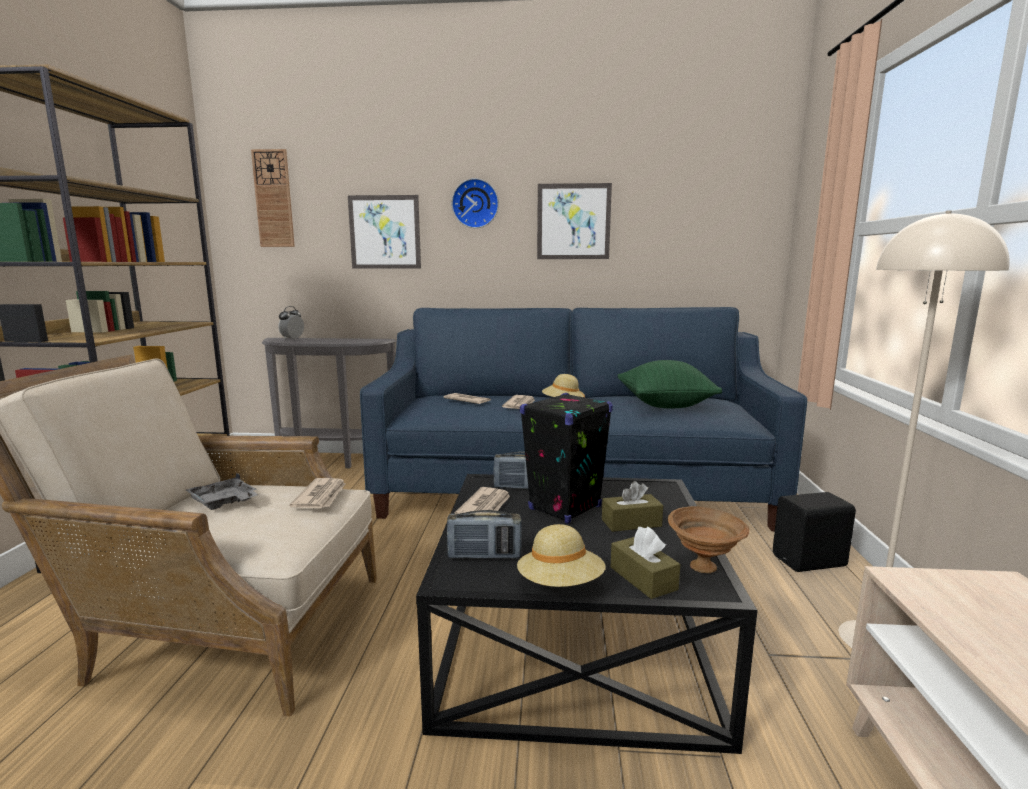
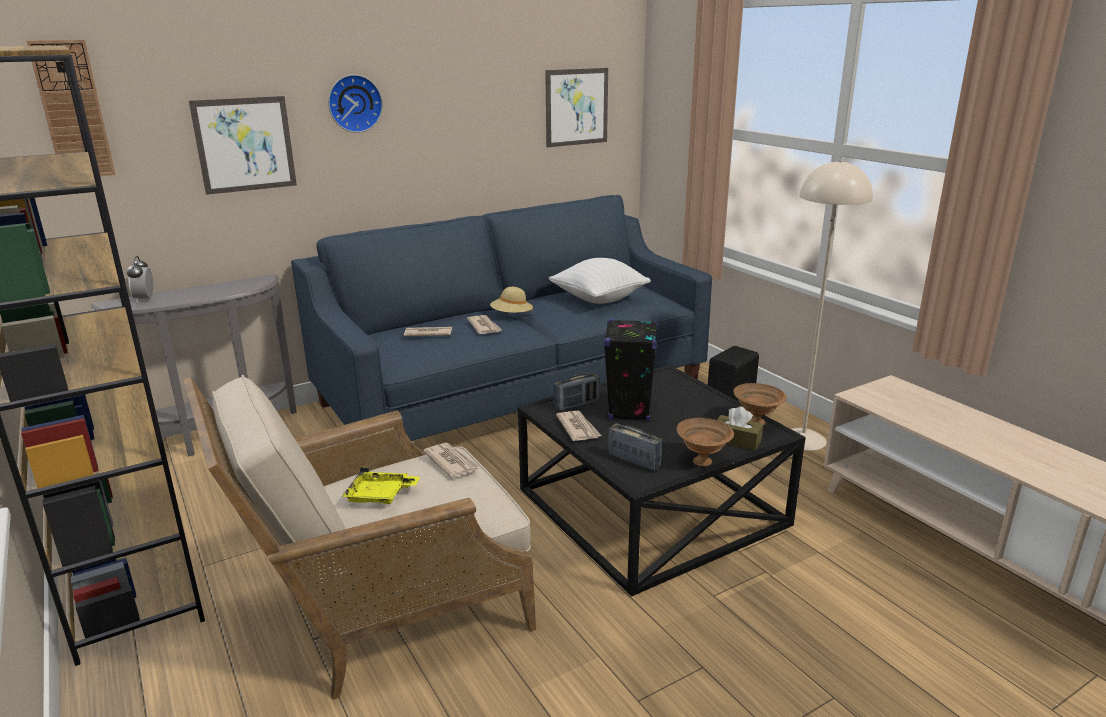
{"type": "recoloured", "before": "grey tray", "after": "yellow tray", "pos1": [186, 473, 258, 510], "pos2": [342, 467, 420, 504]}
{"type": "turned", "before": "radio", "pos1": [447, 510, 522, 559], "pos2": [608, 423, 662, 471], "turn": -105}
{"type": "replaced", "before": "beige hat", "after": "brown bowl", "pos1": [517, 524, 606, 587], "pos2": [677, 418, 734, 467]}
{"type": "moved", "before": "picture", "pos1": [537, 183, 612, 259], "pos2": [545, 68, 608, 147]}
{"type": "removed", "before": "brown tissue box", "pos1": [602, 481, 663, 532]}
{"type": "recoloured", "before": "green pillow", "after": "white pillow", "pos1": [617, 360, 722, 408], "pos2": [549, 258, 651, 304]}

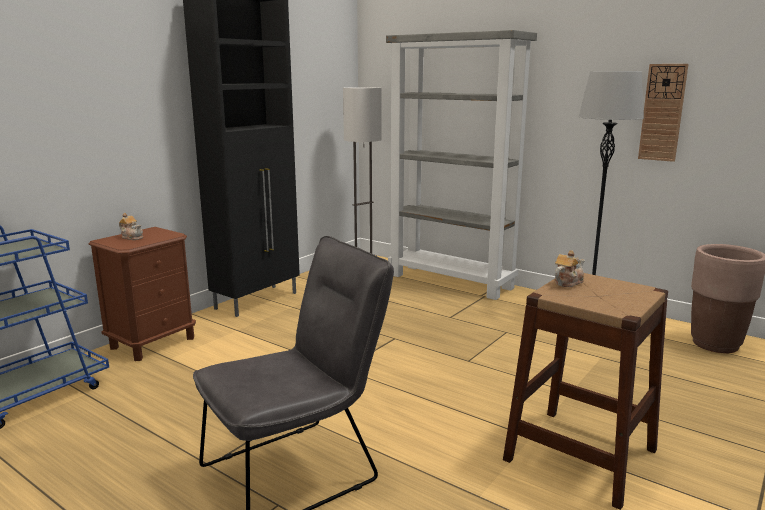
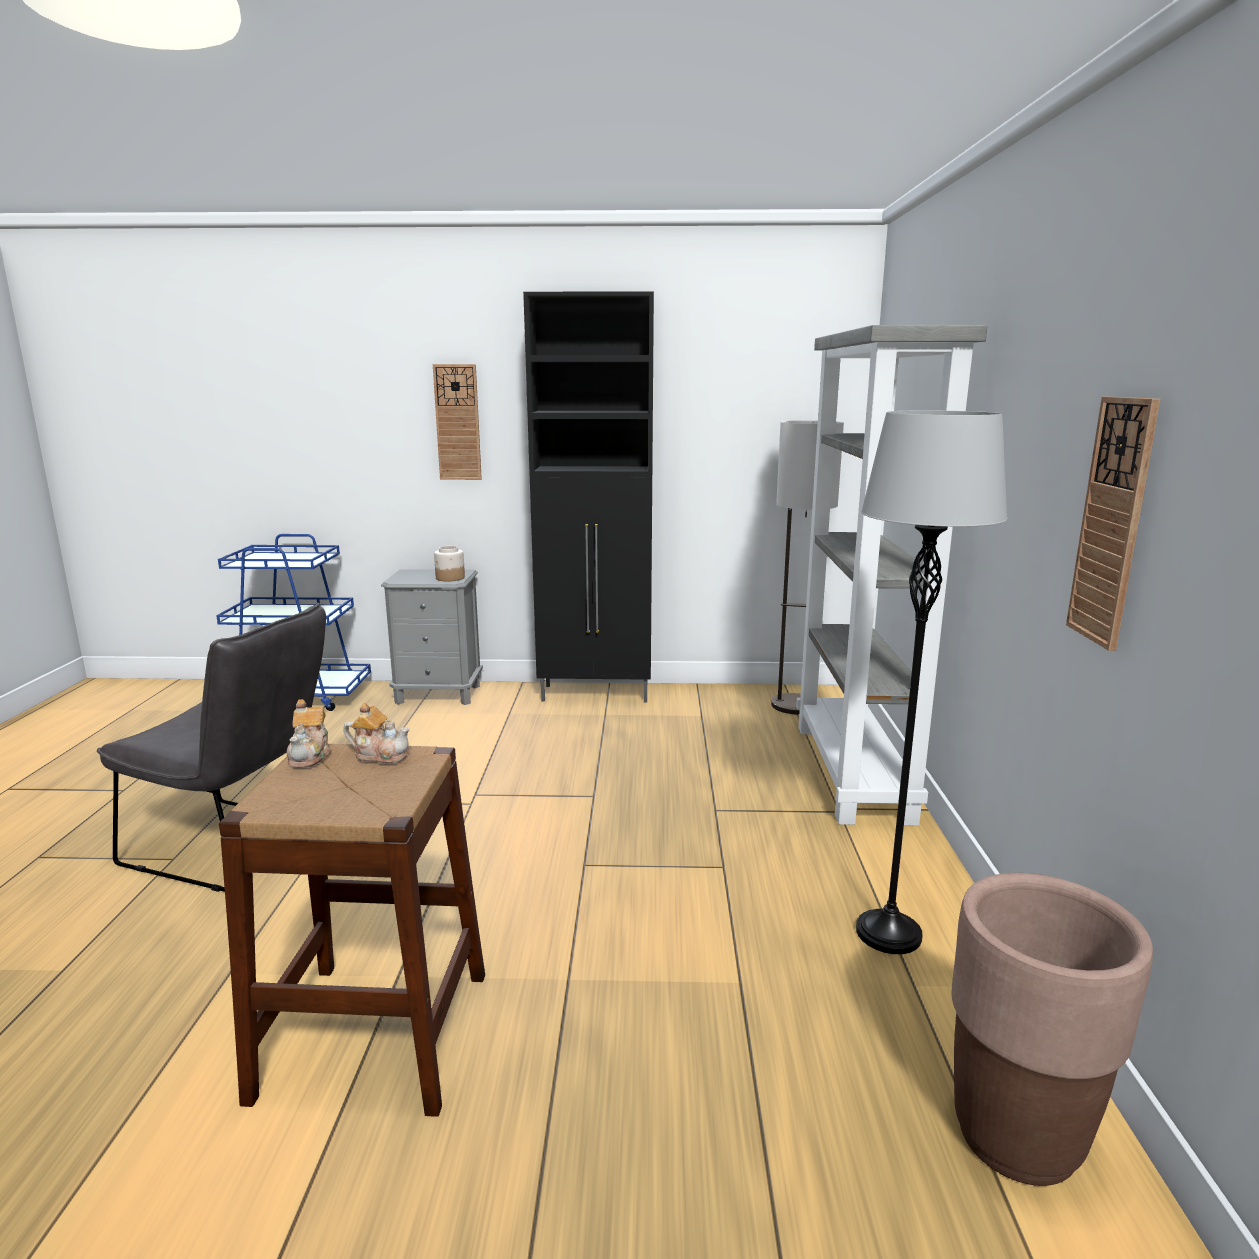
{"type": "recoloured", "before": "brown nightstand", "after": "grey nightstand", "pos1": [89, 227, 196, 361], "pos2": [381, 569, 483, 705]}
{"type": "moved", "before": "teapot", "pos1": [119, 213, 143, 240], "pos2": [286, 699, 332, 768]}
{"type": "added", "after": "wall clock", "pos2": [433, 364, 482, 480]}
{"type": "added", "after": "jar", "pos2": [434, 546, 465, 581]}

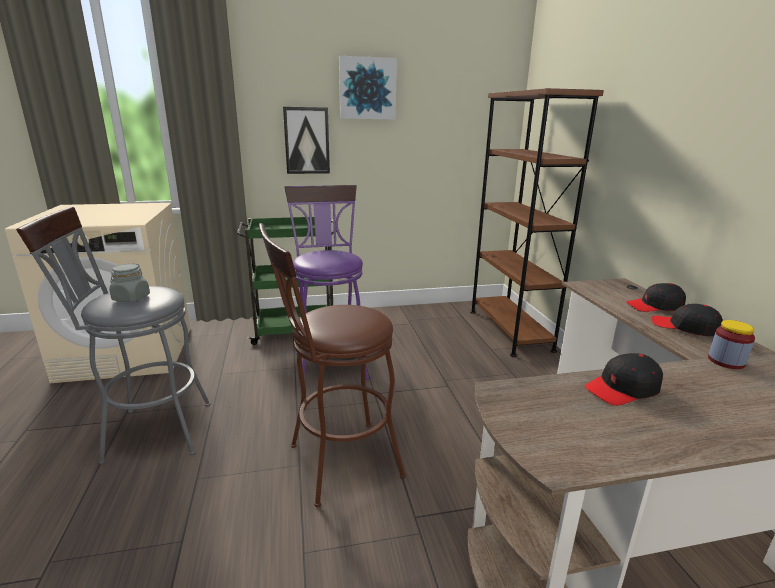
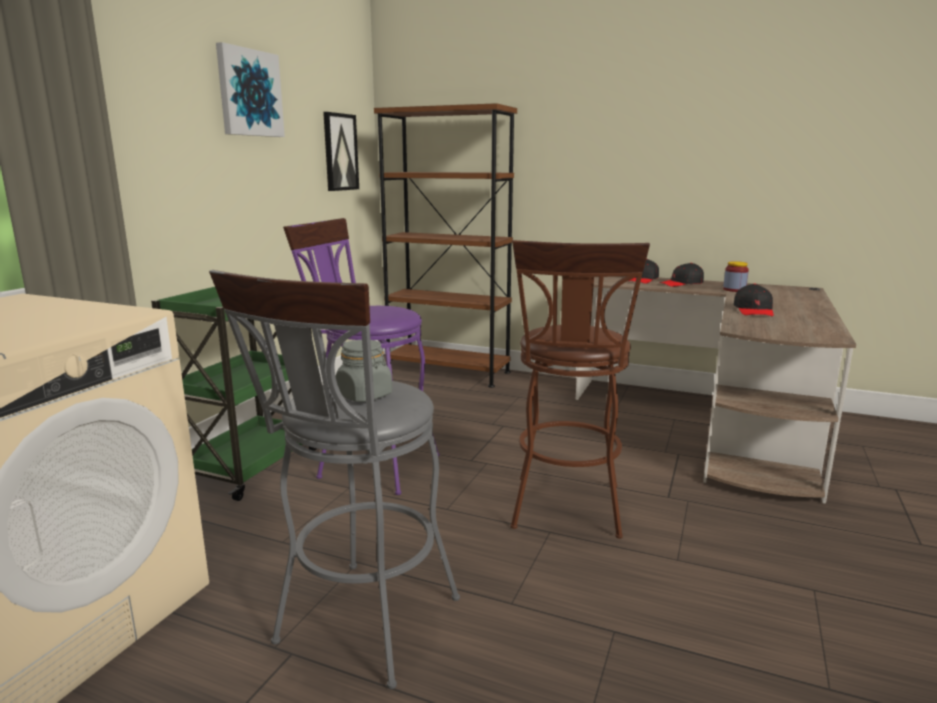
{"type": "moved", "before": "picture", "pos1": [283, 107, 330, 174], "pos2": [323, 112, 359, 191]}

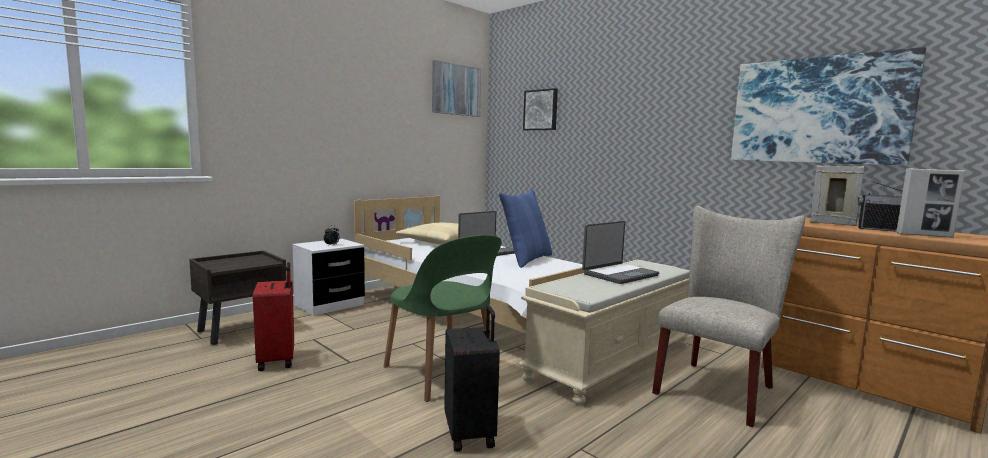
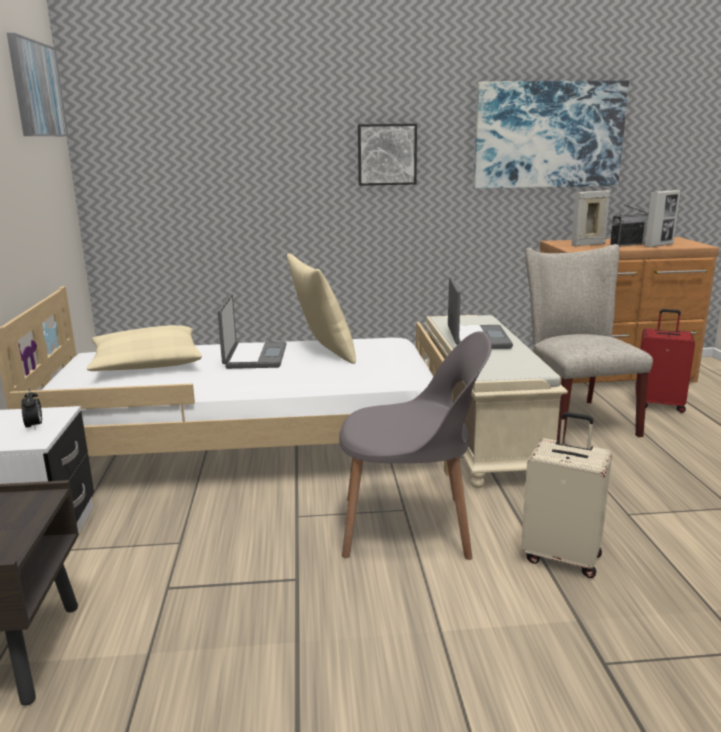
{"type": "moved", "before": "red suitcase", "pos1": [253, 262, 294, 371], "pos2": [635, 309, 695, 413]}
{"type": "recoloured", "before": "green chair", "after": "grey chair", "pos1": [384, 235, 502, 402], "pos2": [339, 331, 492, 560]}
{"type": "recoloured", "before": "black suitcase", "after": "beige suitcase", "pos1": [444, 305, 500, 452], "pos2": [521, 412, 612, 578]}
{"type": "recoloured", "before": "blue pillow", "after": "beige pillow", "pos1": [499, 189, 552, 268], "pos2": [287, 253, 356, 364]}
{"type": "moved", "before": "picture", "pos1": [523, 88, 558, 130], "pos2": [358, 124, 417, 186]}

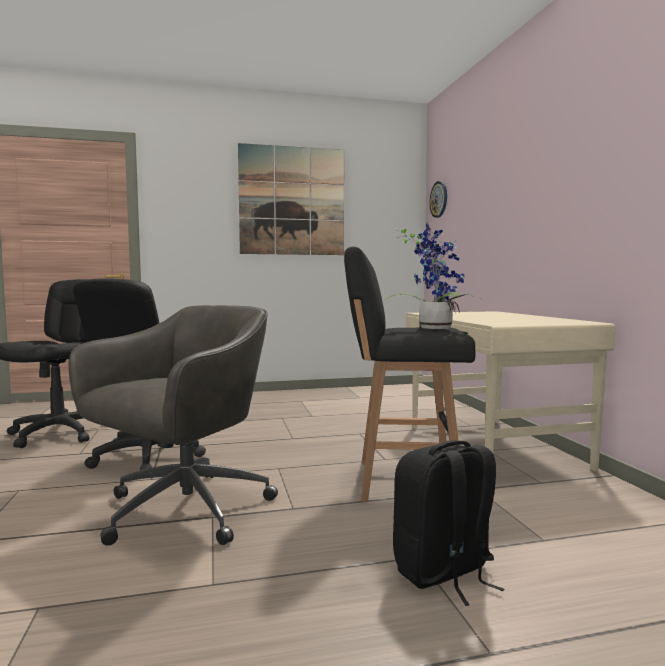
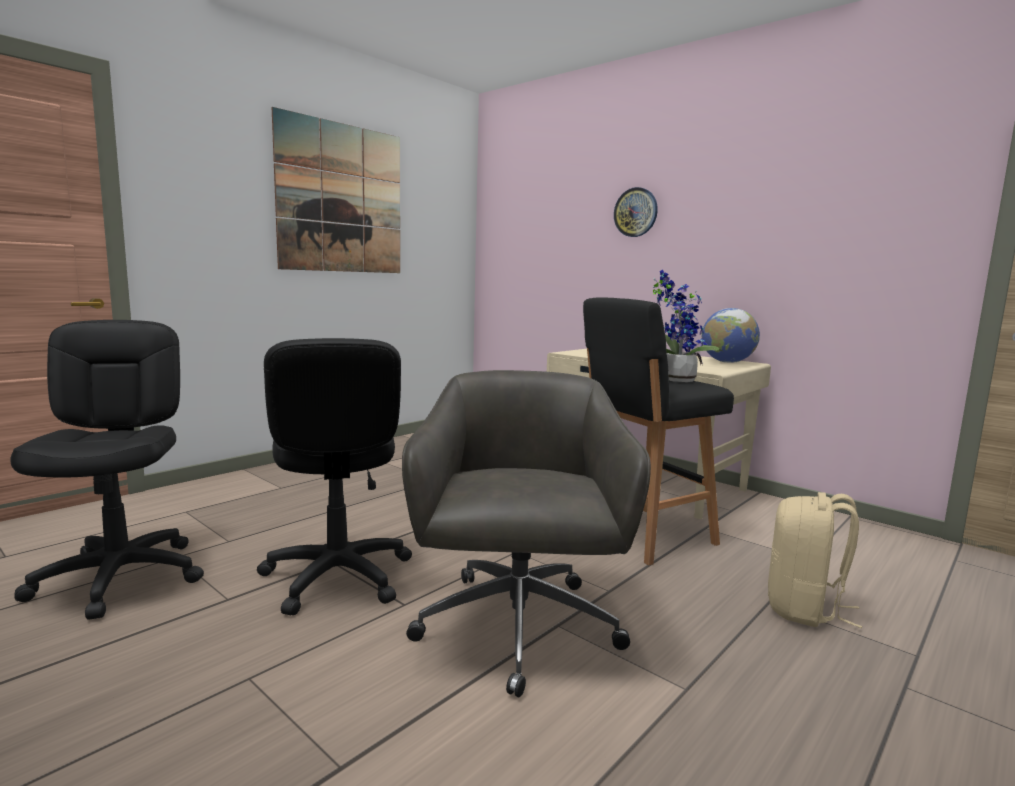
{"type": "recoloured", "before": "black backpack", "after": "beige backpack", "pos1": [393, 440, 504, 606], "pos2": [768, 492, 862, 628]}
{"type": "moved", "before": "wall clock", "pos1": [429, 181, 447, 218], "pos2": [614, 187, 658, 237]}
{"type": "added", "after": "globe", "pos2": [702, 308, 760, 363]}

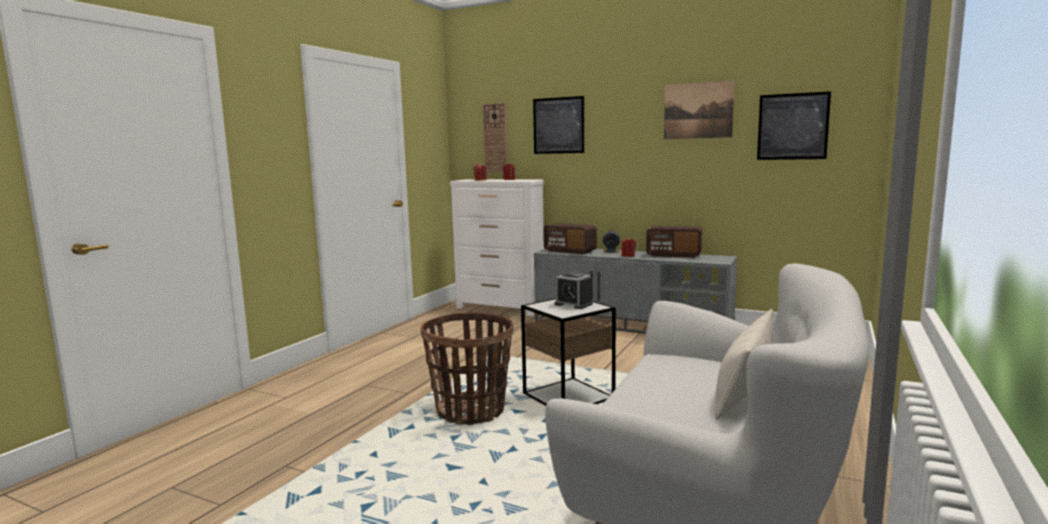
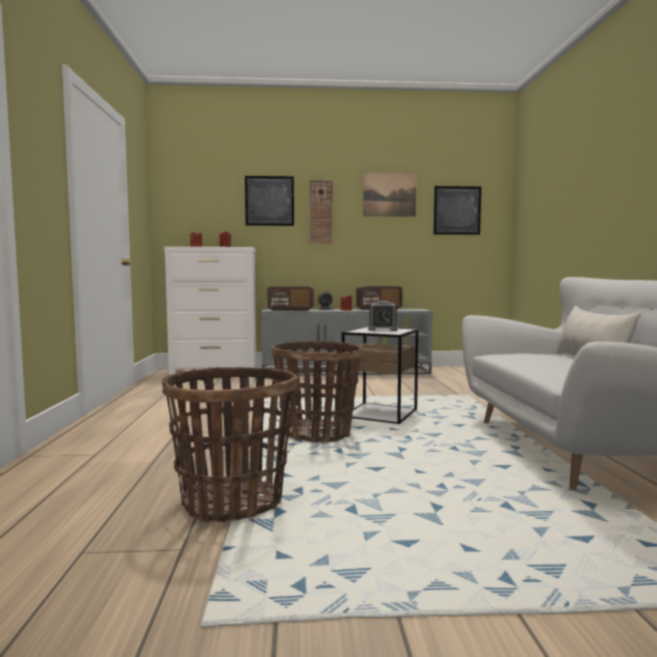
{"type": "moved", "before": "wall clock", "pos1": [483, 103, 507, 172], "pos2": [309, 180, 333, 244]}
{"type": "added", "after": "basket", "pos2": [162, 367, 298, 523]}

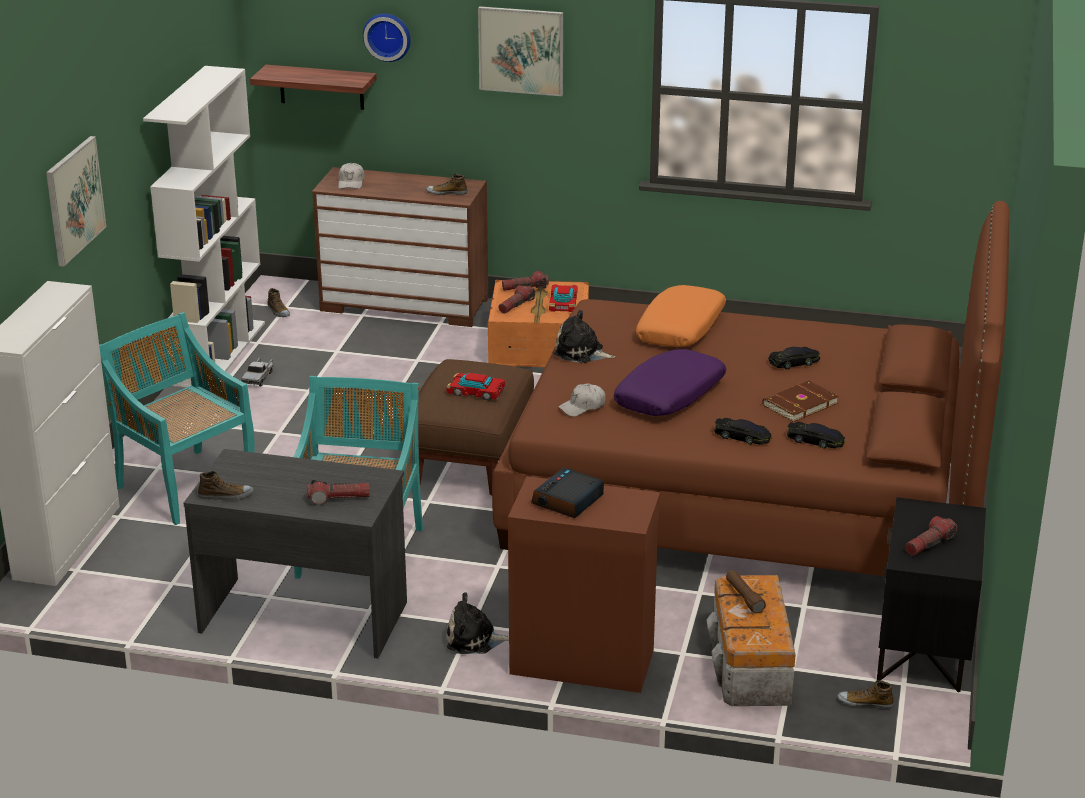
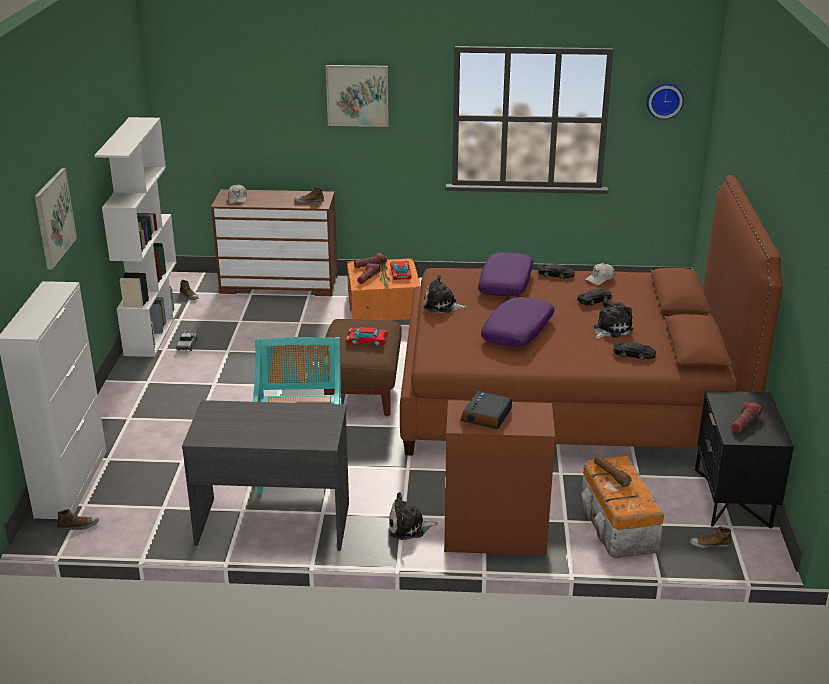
{"type": "removed", "before": "turquoise chair", "pos1": [99, 312, 255, 525]}
{"type": "moved", "before": "shoe", "pos1": [198, 471, 253, 501], "pos2": [57, 509, 99, 531]}
{"type": "removed", "before": "shelf", "pos1": [250, 65, 377, 110]}
{"type": "removed", "before": "flashlight", "pos1": [307, 480, 369, 505]}
{"type": "moved", "before": "wall clock", "pos1": [363, 14, 411, 62], "pos2": [647, 83, 684, 119]}
{"type": "moved", "before": "white cap", "pos1": [559, 384, 606, 417], "pos2": [585, 263, 615, 285]}
{"type": "recoloured", "before": "orange pillow", "after": "purple pillow", "pos1": [636, 285, 726, 347], "pos2": [478, 252, 533, 296]}
{"type": "moved", "before": "black toy car", "pos1": [714, 418, 772, 445], "pos2": [538, 264, 575, 279]}
{"type": "replaced", "before": "brown book", "after": "plush toy", "pos1": [762, 380, 839, 422], "pos2": [594, 300, 633, 339]}

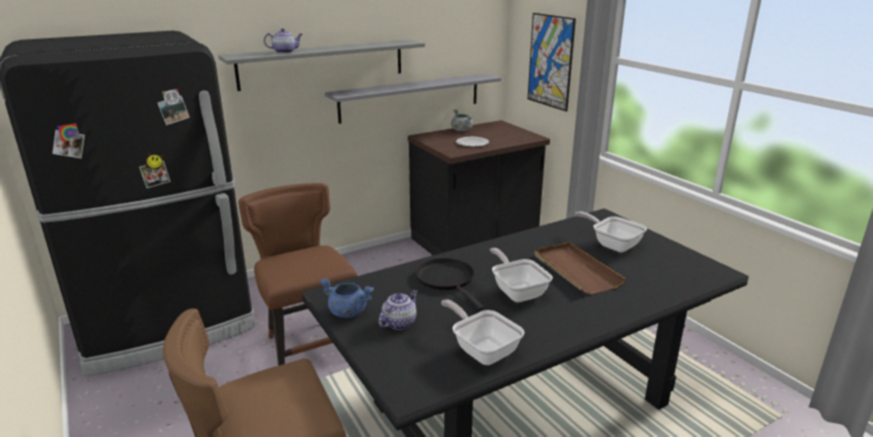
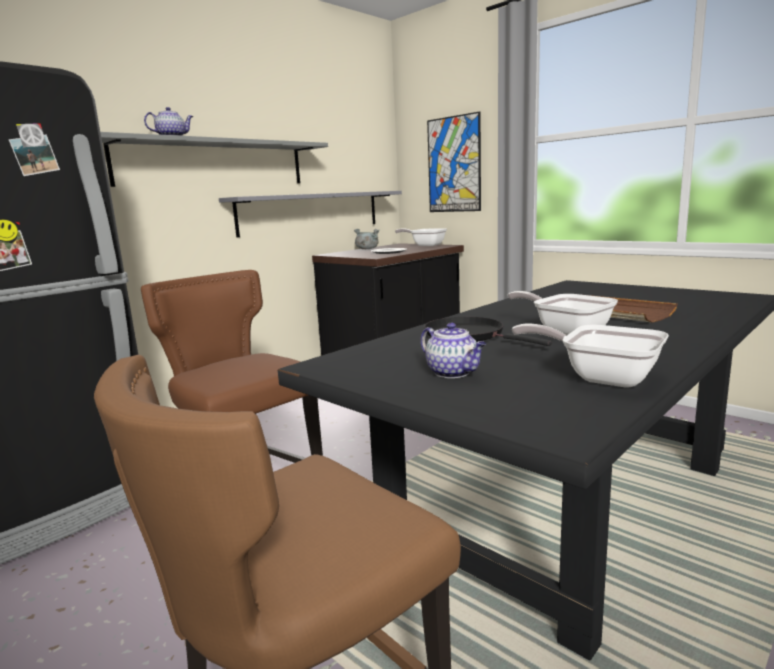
{"type": "removed", "before": "blue cooking pot", "pos1": [320, 279, 374, 318]}
{"type": "turned", "before": "teapot", "pos1": [379, 290, 418, 330], "pos2": [421, 323, 486, 378], "turn": 120}
{"type": "moved", "before": "frying pan", "pos1": [575, 211, 647, 252], "pos2": [395, 228, 447, 246]}

